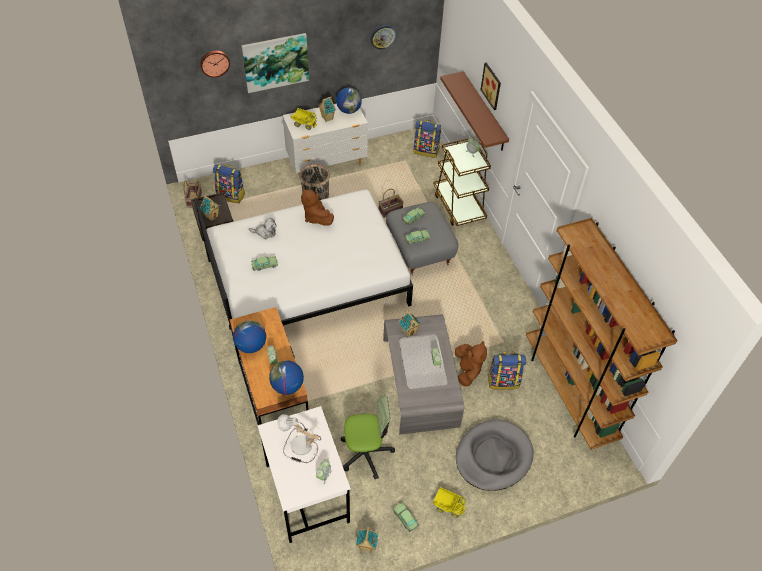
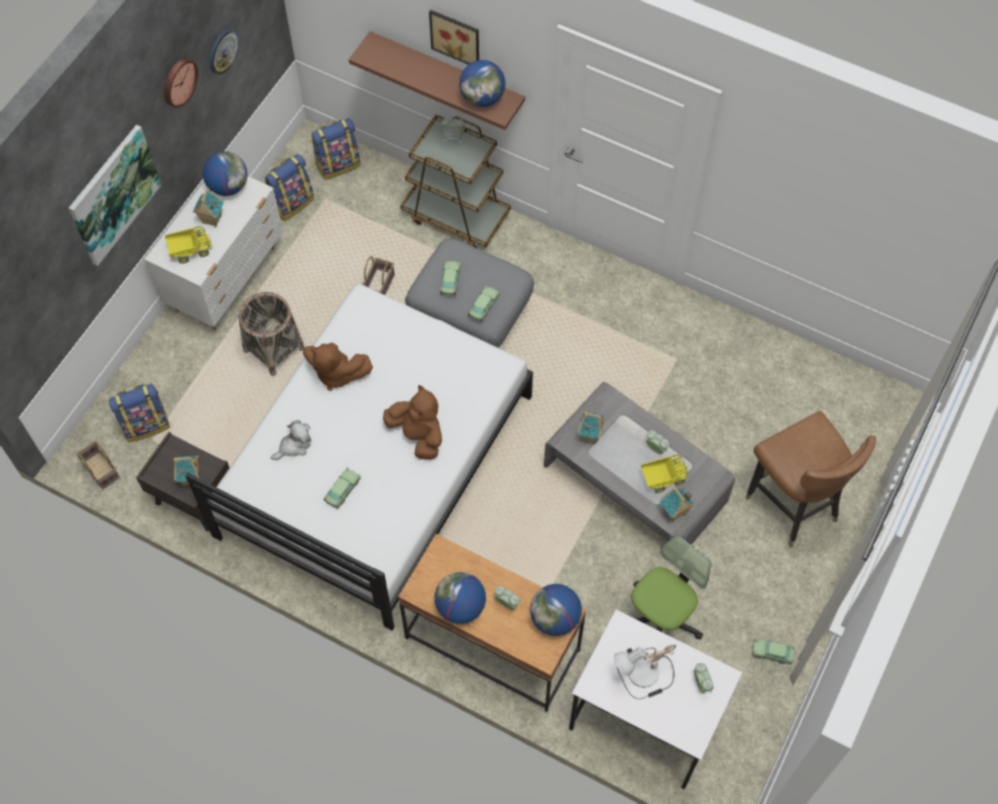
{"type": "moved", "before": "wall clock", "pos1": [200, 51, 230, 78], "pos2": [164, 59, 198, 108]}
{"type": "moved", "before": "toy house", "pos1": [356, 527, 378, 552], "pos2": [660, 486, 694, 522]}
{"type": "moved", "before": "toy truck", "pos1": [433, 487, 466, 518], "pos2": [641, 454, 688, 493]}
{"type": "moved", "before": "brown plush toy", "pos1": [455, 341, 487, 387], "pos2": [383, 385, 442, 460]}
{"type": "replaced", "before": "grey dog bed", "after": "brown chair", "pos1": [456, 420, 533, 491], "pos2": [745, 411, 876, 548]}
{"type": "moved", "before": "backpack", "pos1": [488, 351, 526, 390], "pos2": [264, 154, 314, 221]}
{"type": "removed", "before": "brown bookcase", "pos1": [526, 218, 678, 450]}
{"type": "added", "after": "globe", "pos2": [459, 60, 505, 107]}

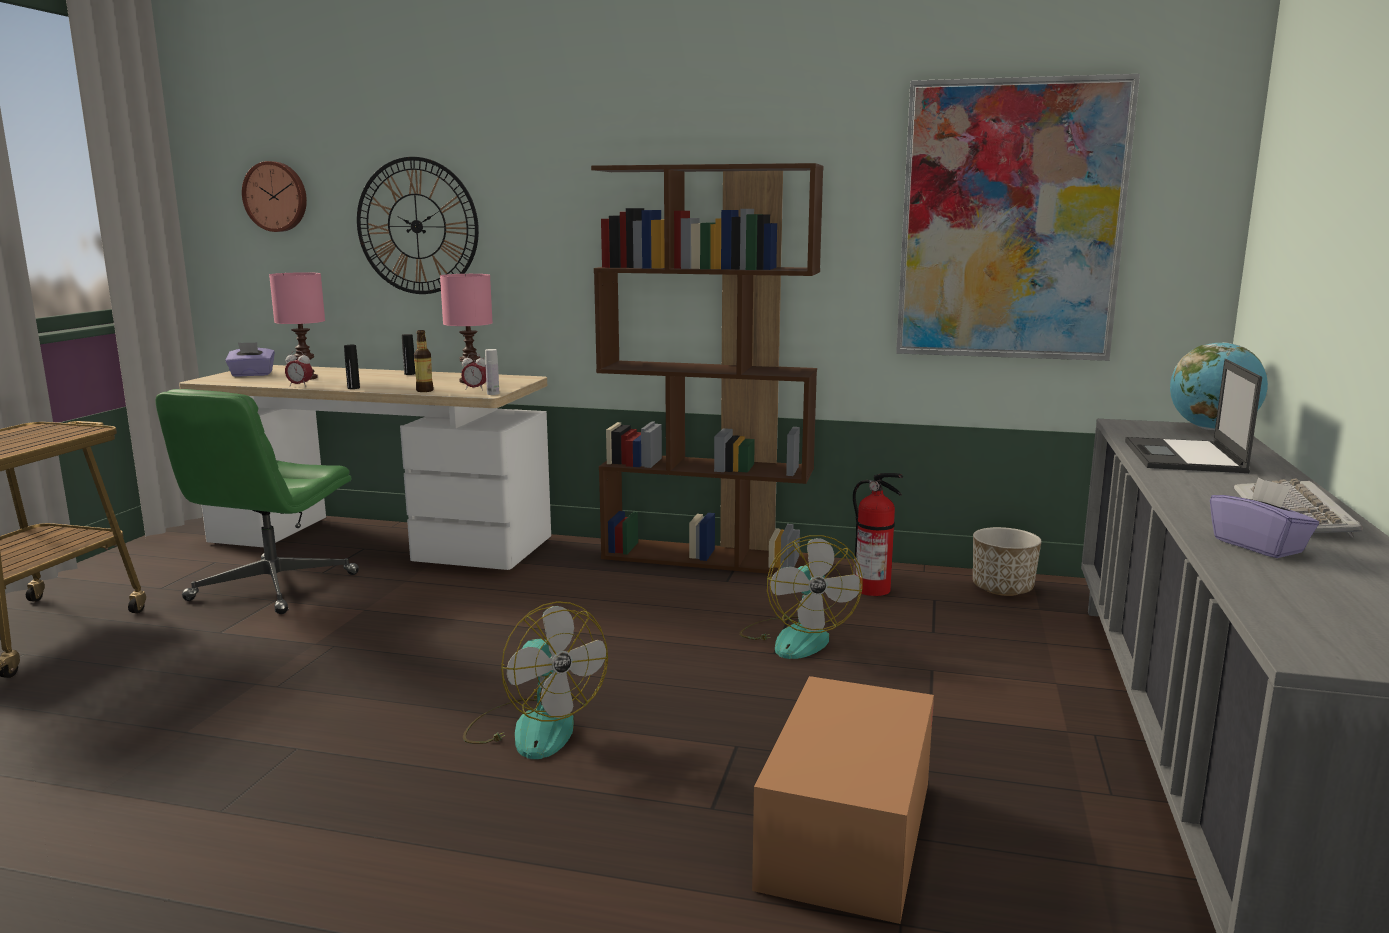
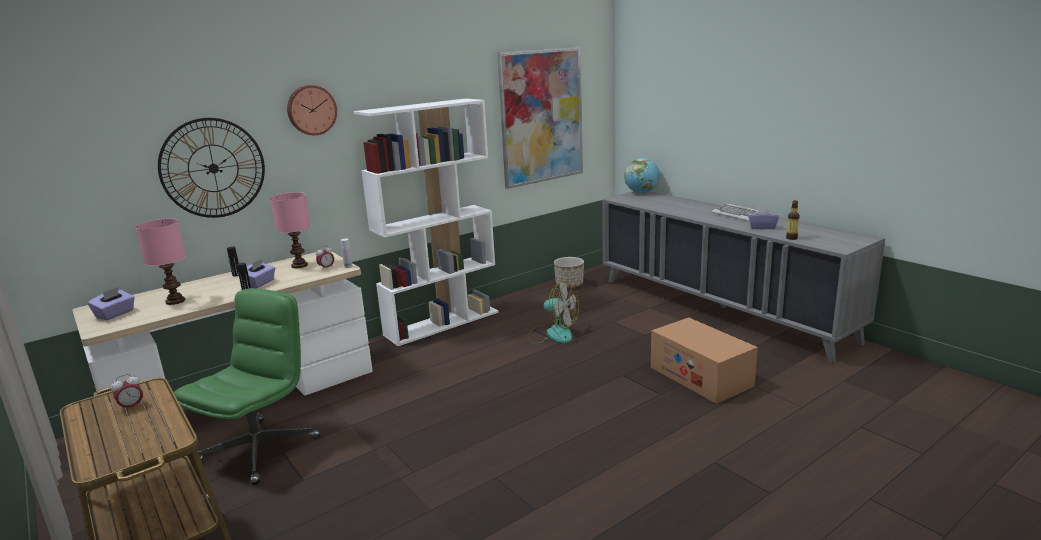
{"type": "turned", "before": "green office chair", "pos1": [155, 389, 359, 614], "pos2": [174, 288, 320, 485], "turn": -120}
{"type": "moved", "before": "wall clock", "pos1": [242, 161, 307, 232], "pos2": [287, 85, 337, 135]}
{"type": "moved", "before": "alarm clock", "pos1": [285, 351, 313, 387], "pos2": [111, 374, 143, 412]}
{"type": "moved", "before": "bottle", "pos1": [414, 330, 434, 392], "pos2": [786, 200, 800, 240]}
{"type": "removed", "before": "fan", "pos1": [463, 601, 608, 759]}
{"type": "recoloured", "before": "brown bookcase", "after": "white bookcase", "pos1": [591, 163, 824, 574], "pos2": [354, 98, 498, 346]}
{"type": "removed", "before": "fire extinguisher", "pos1": [853, 473, 903, 596]}
{"type": "removed", "before": "laptop", "pos1": [1125, 359, 1262, 473]}
{"type": "added", "after": "purple tissue box", "pos2": [238, 259, 275, 289]}

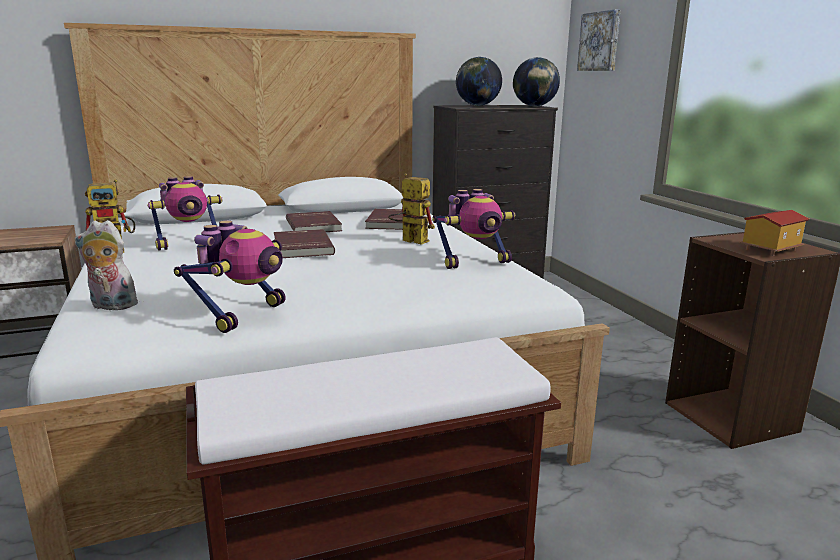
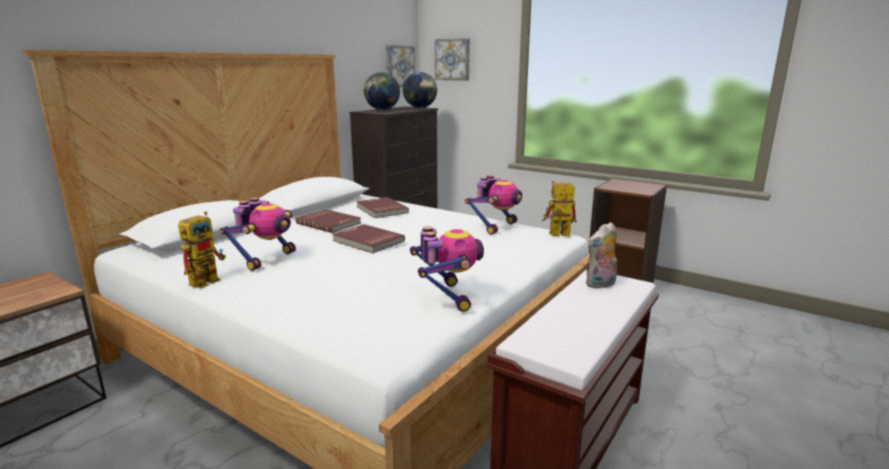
{"type": "moved", "before": "plush toy", "pos1": [74, 220, 140, 310], "pos2": [586, 222, 617, 289]}
{"type": "moved", "before": "toy robot", "pos1": [388, 173, 435, 245], "pos2": [542, 181, 576, 237]}
{"type": "removed", "before": "toy house", "pos1": [739, 210, 810, 256]}
{"type": "added", "after": "picture", "pos2": [386, 45, 415, 87]}

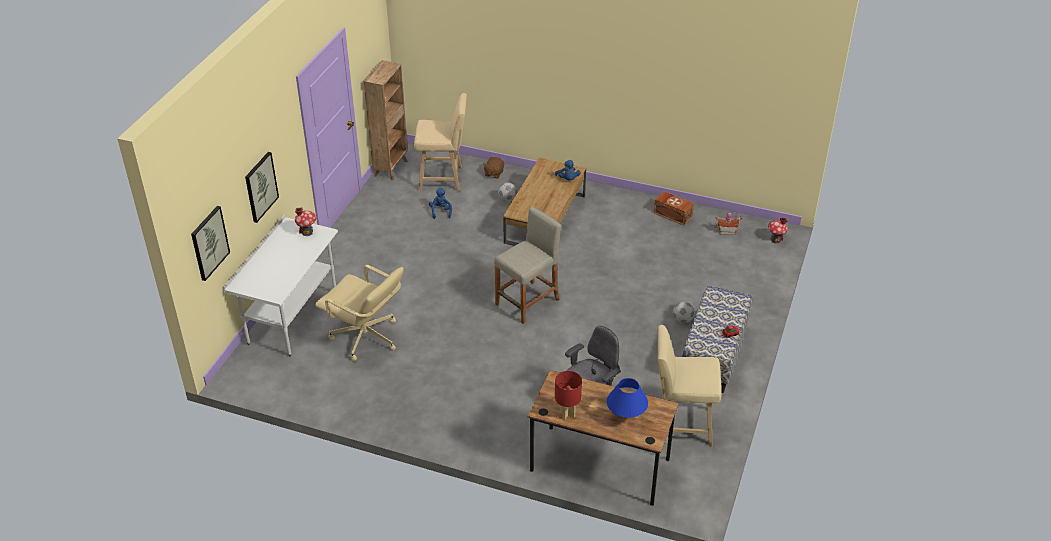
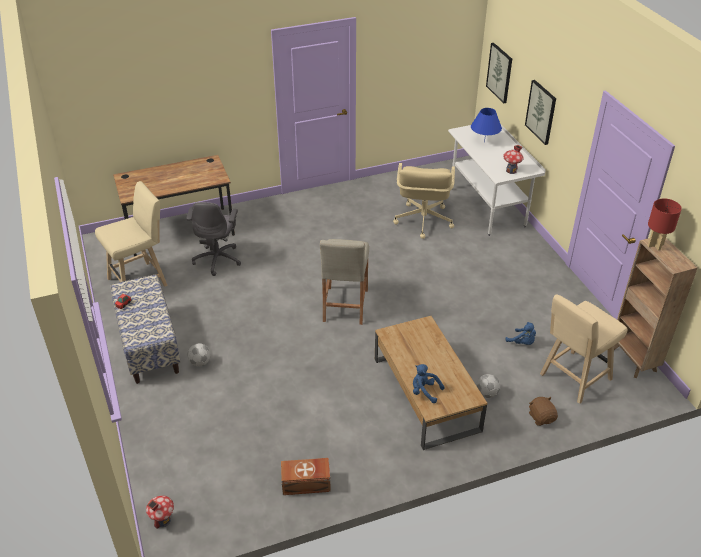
{"type": "turned", "before": "beige office chair", "pos1": [315, 265, 404, 361], "pos2": [393, 163, 455, 239], "turn": -75}
{"type": "moved", "before": "red table lamp", "pos1": [555, 371, 582, 420], "pos2": [648, 198, 682, 251]}
{"type": "moved", "before": "blue table lamp", "pos1": [607, 378, 648, 418], "pos2": [471, 108, 502, 142]}
{"type": "removed", "before": "toy house", "pos1": [715, 212, 742, 235]}

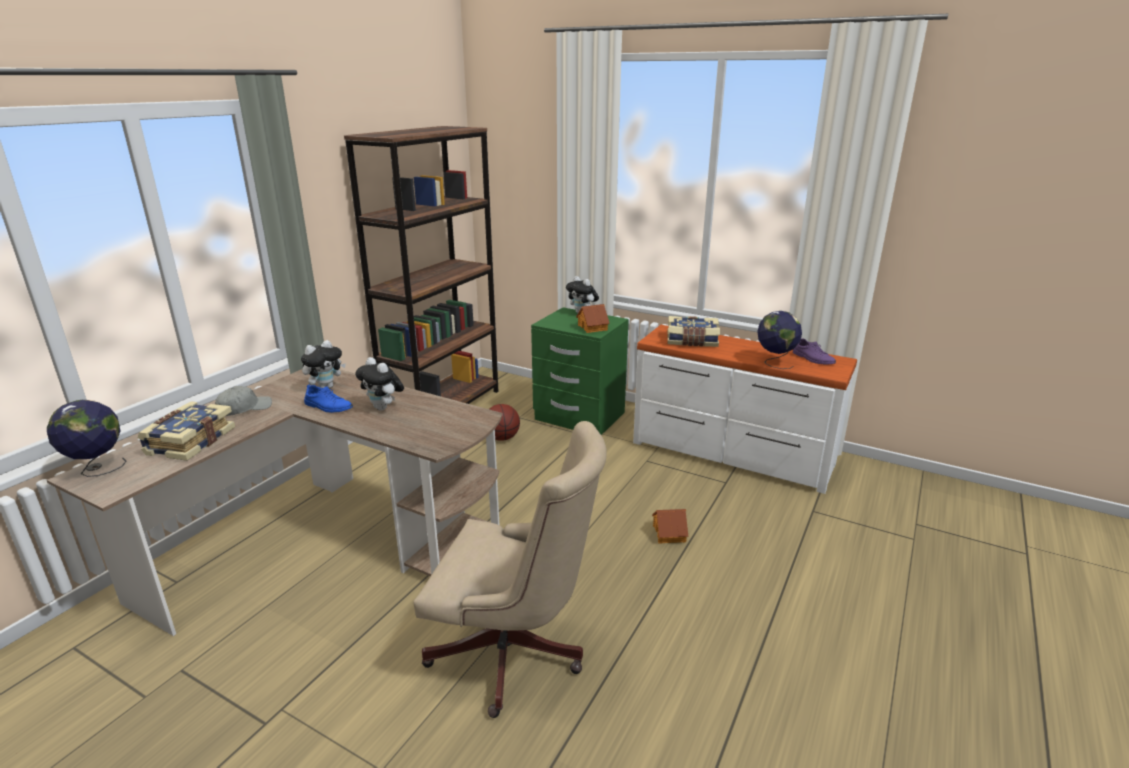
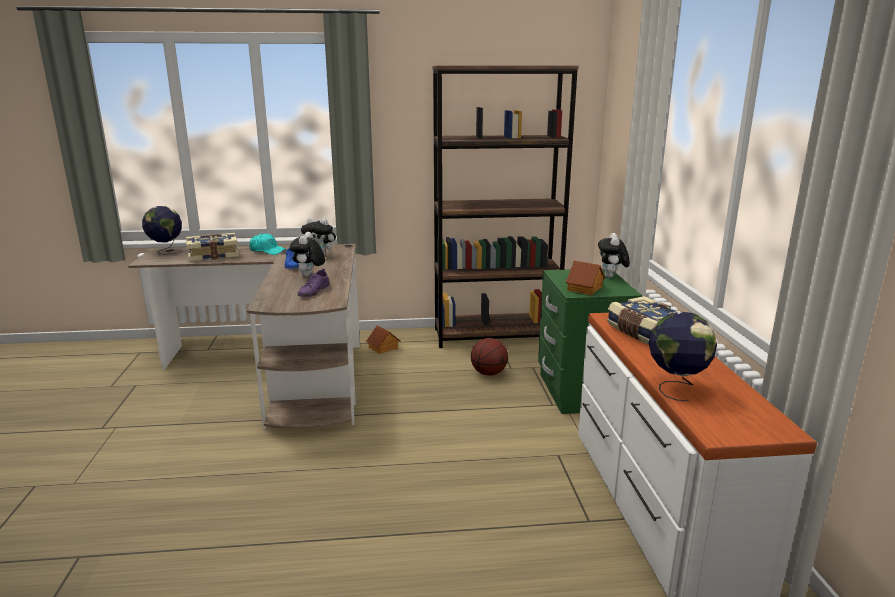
{"type": "recoloured", "before": "grey cap", "after": "turquoise cap", "pos1": [215, 386, 272, 416], "pos2": [249, 233, 287, 255]}
{"type": "removed", "before": "beige office chair", "pos1": [413, 421, 607, 718]}
{"type": "moved", "before": "toy house", "pos1": [652, 509, 688, 544], "pos2": [366, 325, 401, 354]}
{"type": "moved", "before": "purple shoe", "pos1": [793, 338, 836, 365], "pos2": [298, 269, 330, 297]}

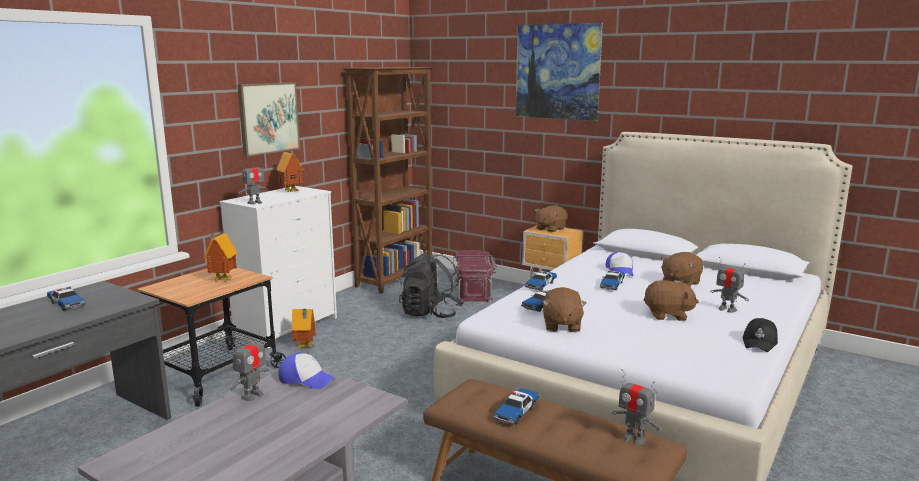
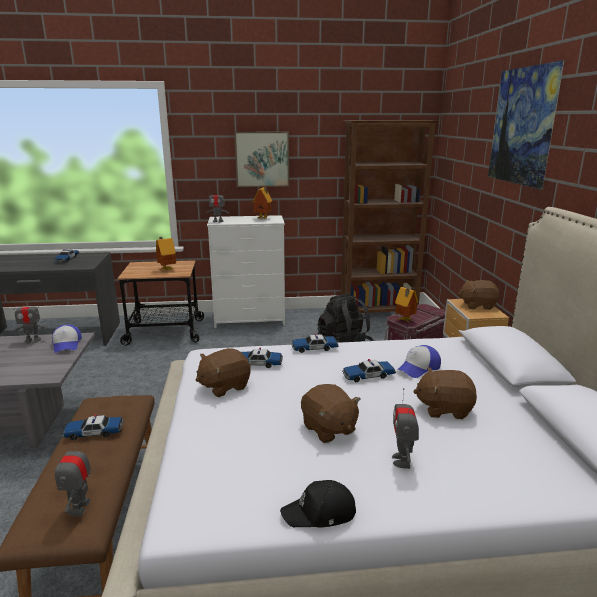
{"type": "moved", "before": "toy house", "pos1": [292, 309, 316, 348], "pos2": [395, 287, 419, 323]}

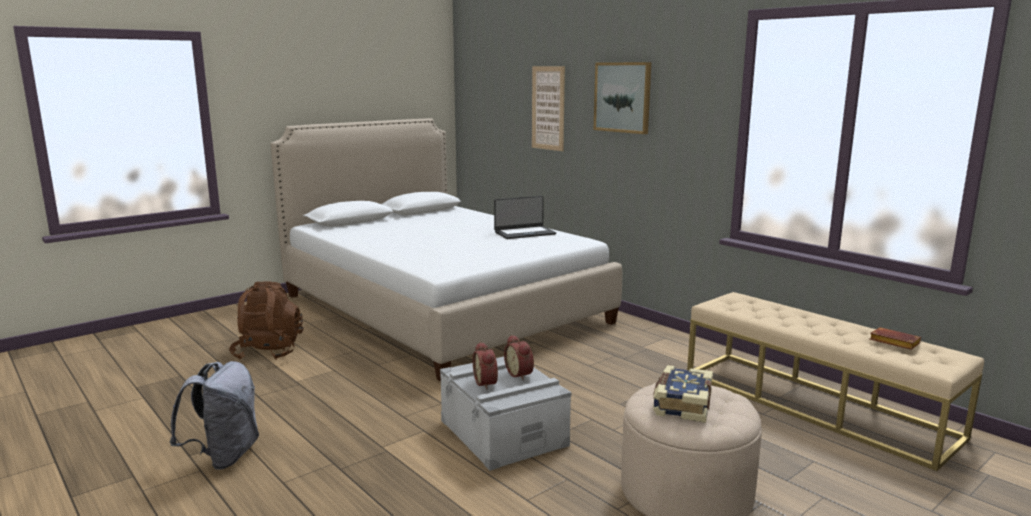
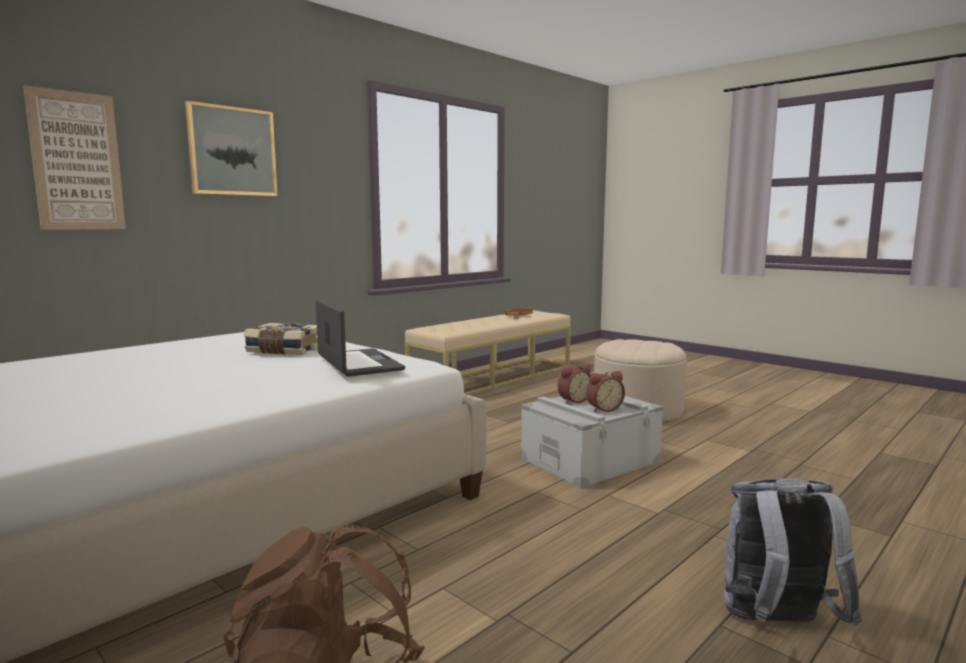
{"type": "moved", "before": "laptop", "pos1": [494, 196, 556, 239], "pos2": [315, 299, 405, 377]}
{"type": "moved", "before": "book", "pos1": [653, 365, 713, 423], "pos2": [244, 323, 318, 355]}

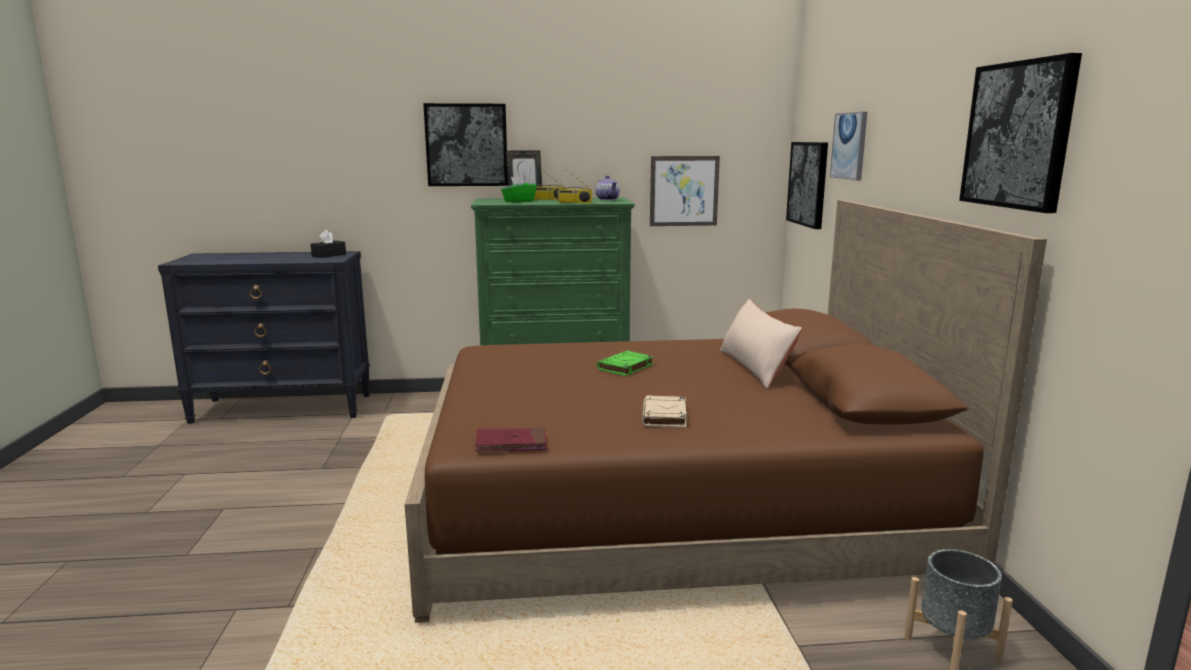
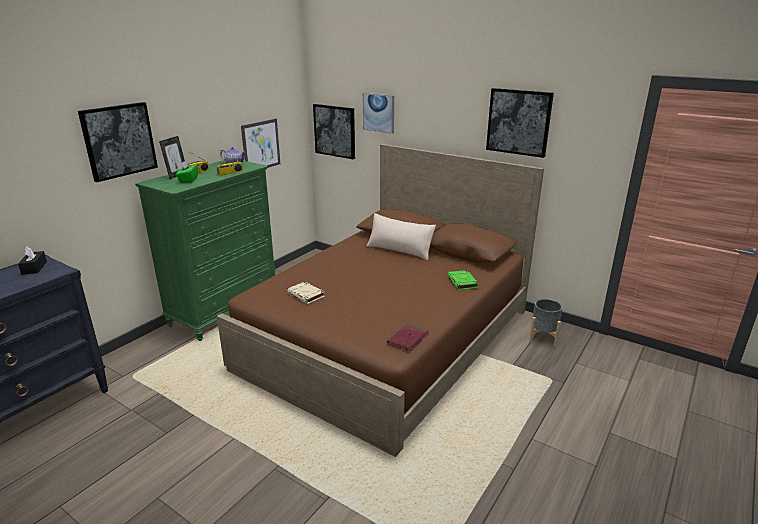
{"type": "moved", "before": "green book", "pos1": [597, 351, 654, 376], "pos2": [447, 270, 478, 290]}
{"type": "moved", "before": "beige book", "pos1": [642, 396, 687, 428], "pos2": [287, 282, 325, 304]}

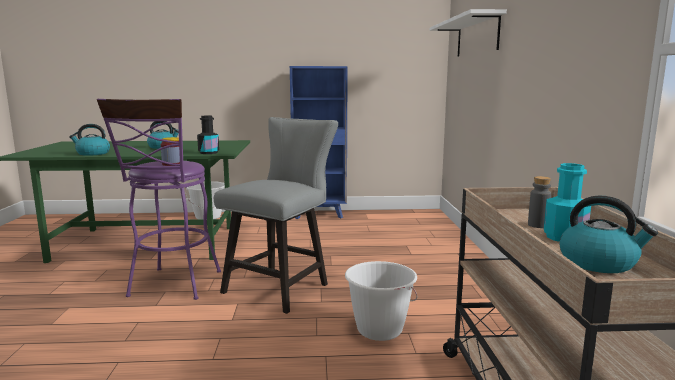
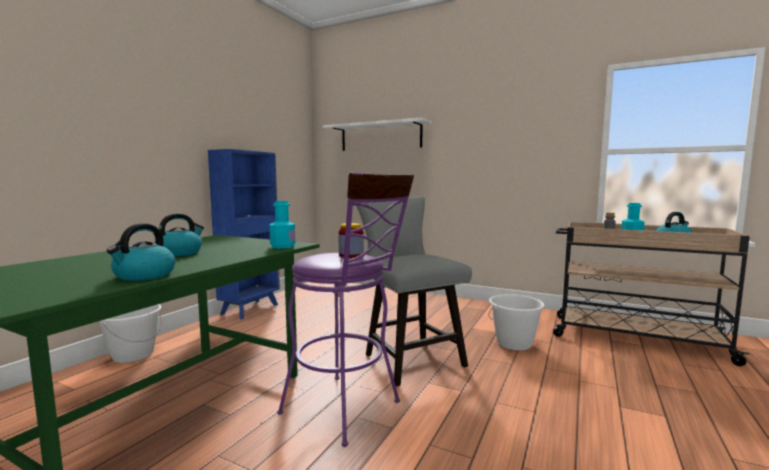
{"type": "recoloured", "before": "black bottle", "after": "turquoise bottle", "pos1": [197, 115, 219, 154], "pos2": [269, 201, 295, 248]}

